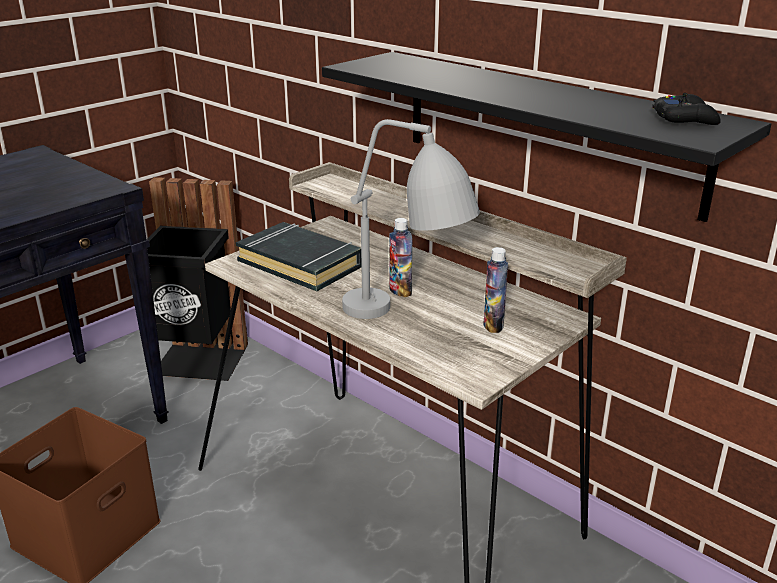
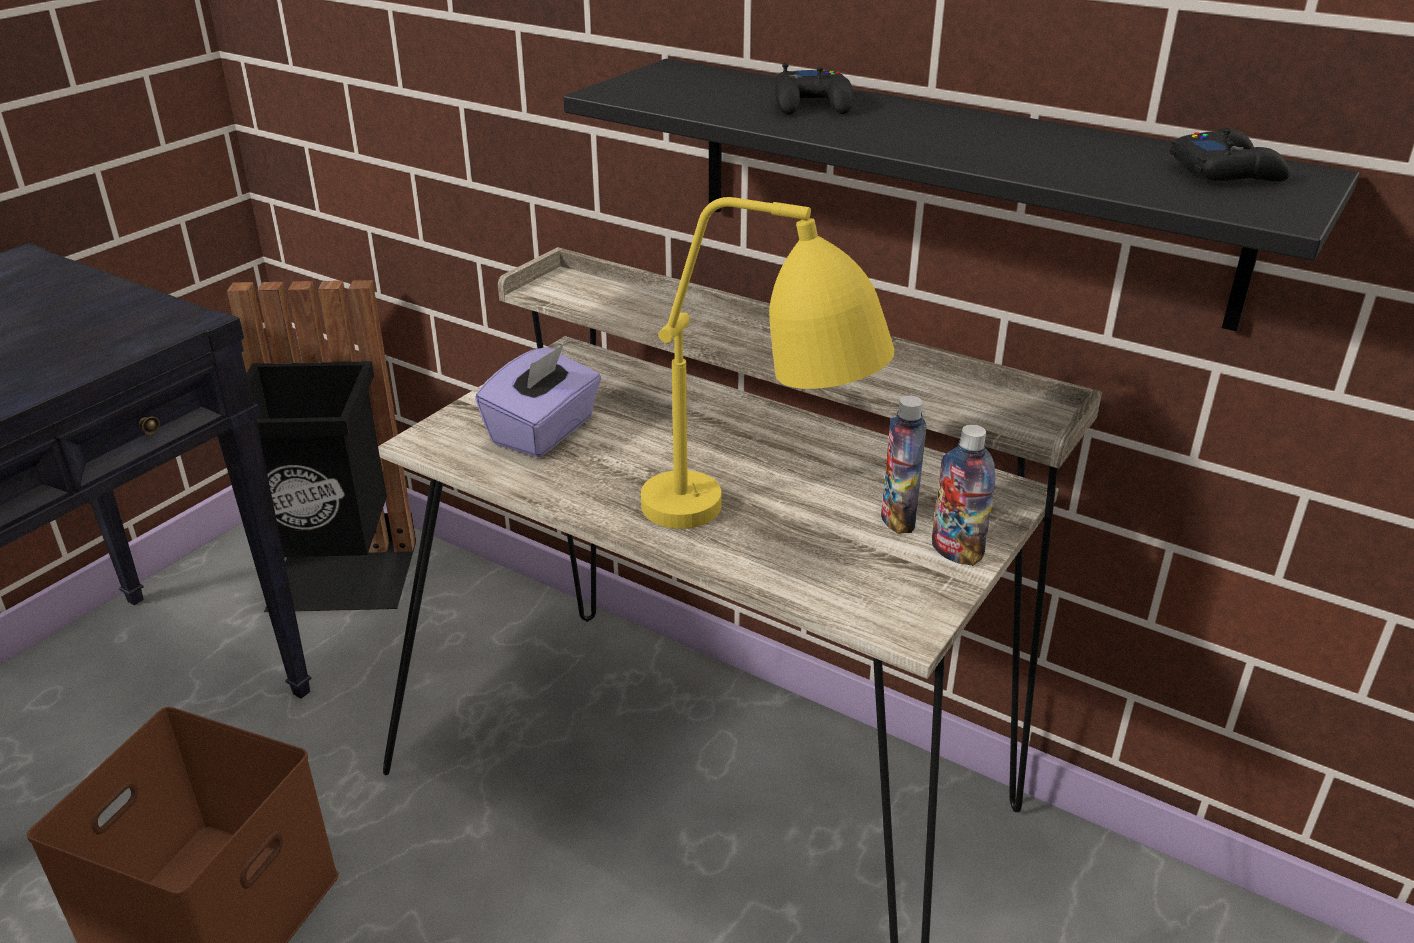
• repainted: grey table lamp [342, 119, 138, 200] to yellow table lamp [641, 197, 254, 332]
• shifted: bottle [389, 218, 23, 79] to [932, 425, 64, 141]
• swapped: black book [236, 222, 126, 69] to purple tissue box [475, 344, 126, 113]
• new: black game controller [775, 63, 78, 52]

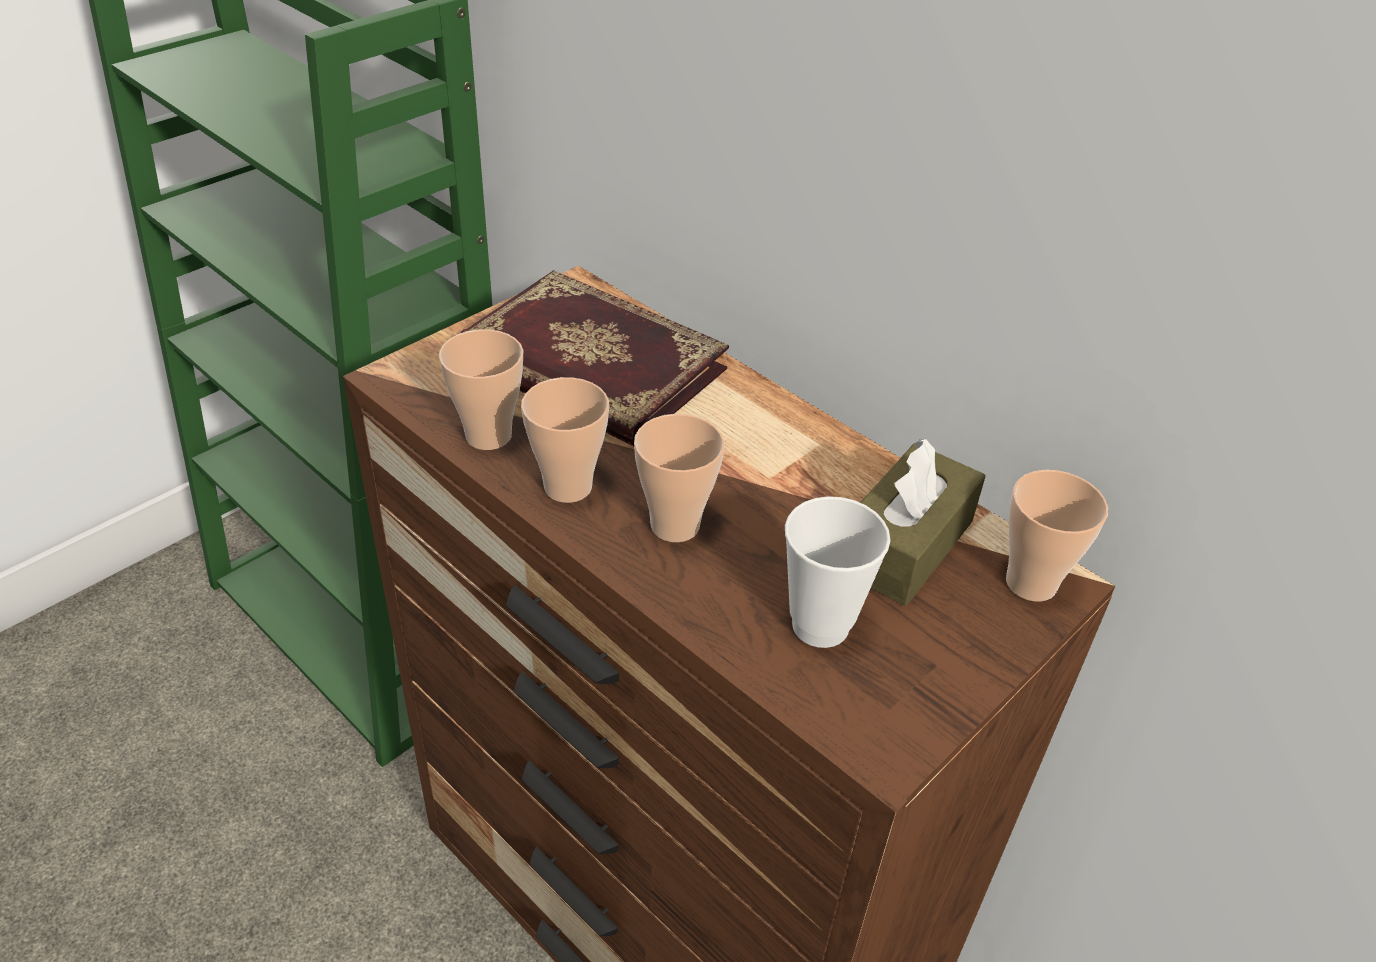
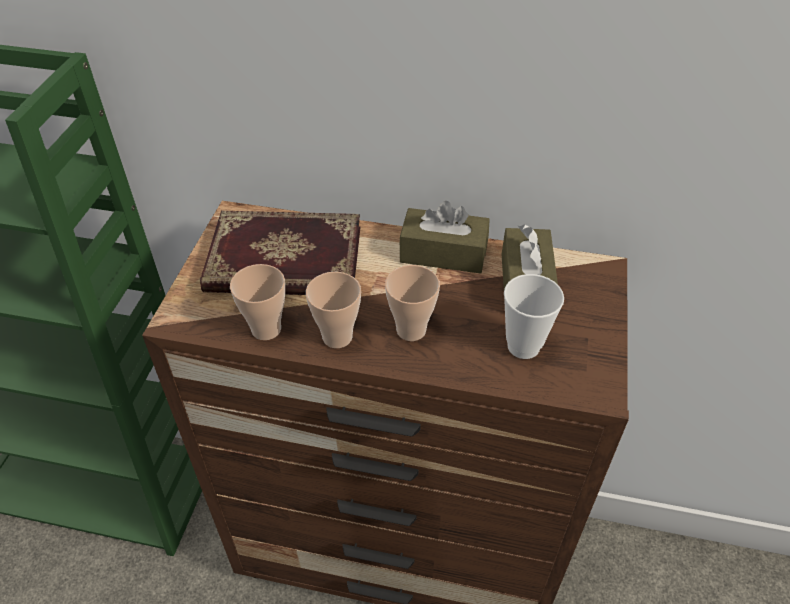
• gone: cup [1006, 470, 102, 132]
• new: brown tissue box [399, 201, 91, 73]

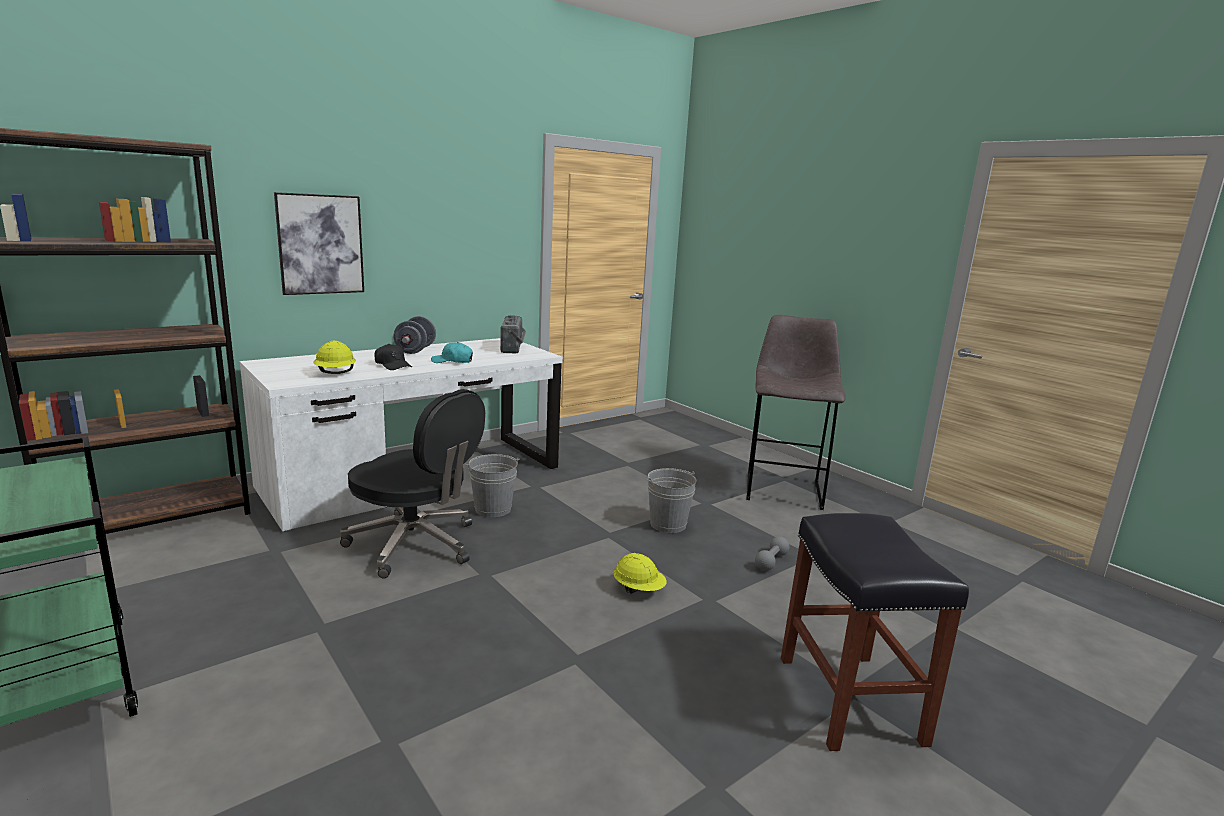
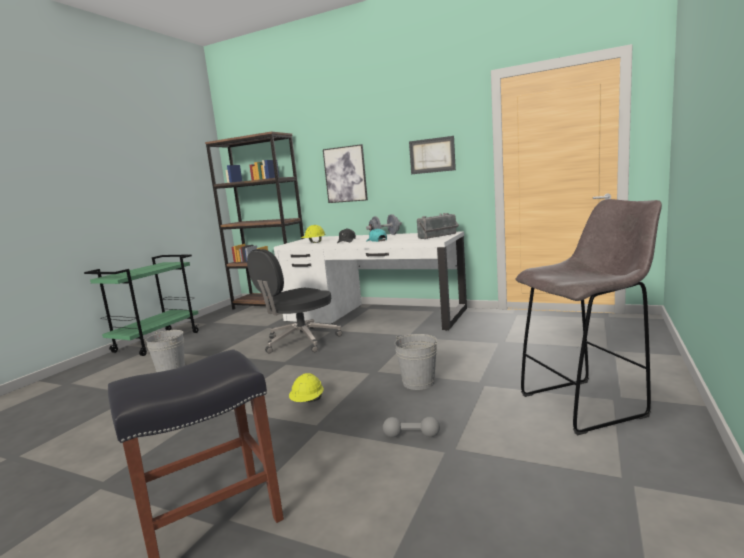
• rotated: black office chair [340, 389, 145, 189] = [247, 249, 95, 105] 45 degrees clockwise
• shifted: grey bucket [465, 454, 54, 63] to [145, 330, 40, 42]
• new: picture [409, 136, 47, 38]

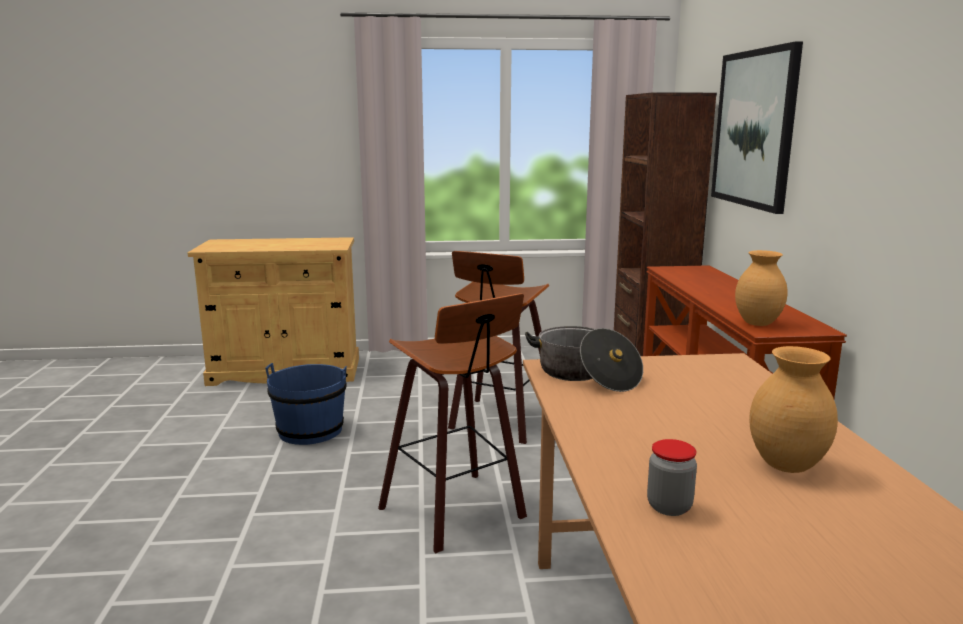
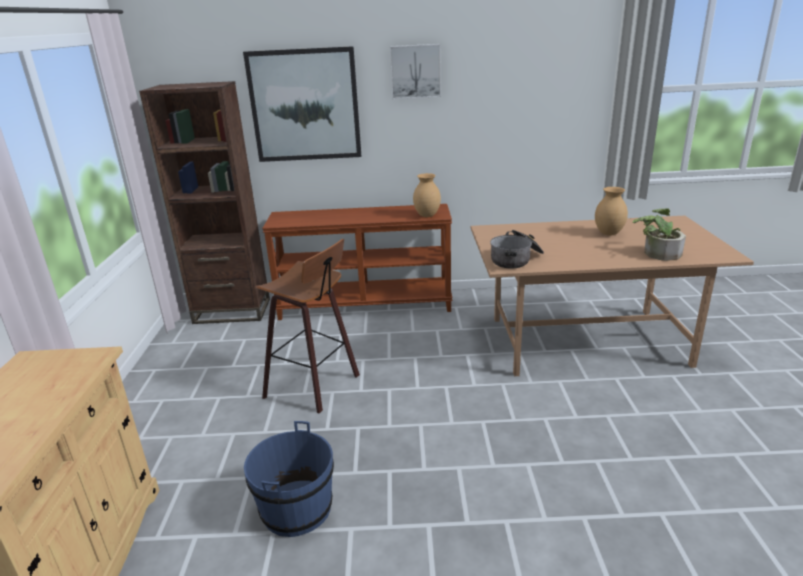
• gone: stool [378, 293, 149, 260]
• swapped: jar [647, 439, 50, 77] to potted plant [633, 208, 53, 53]
• new: picture [390, 44, 51, 55]

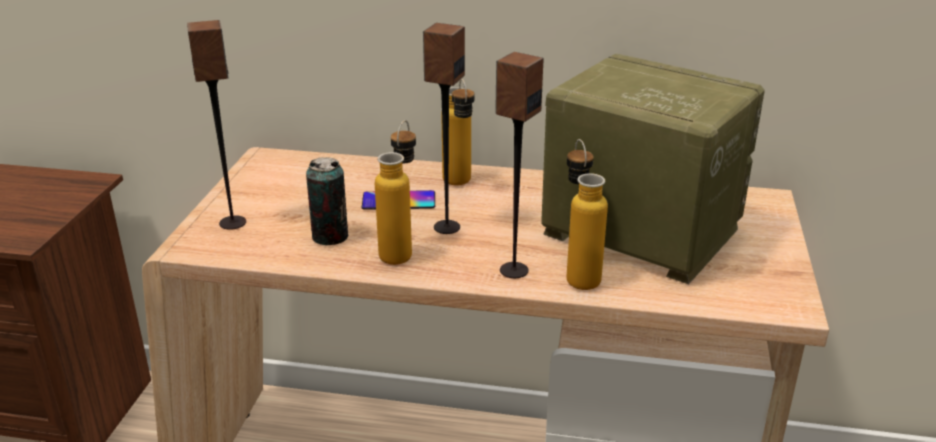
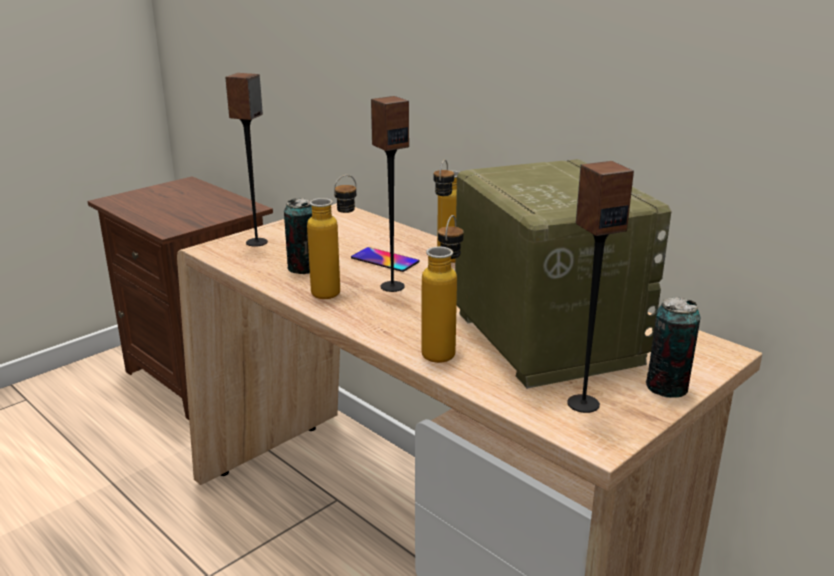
• shifted: speaker [495, 52, 48, 226] to [567, 161, 67, 252]
• new: can [646, 297, 54, 101]

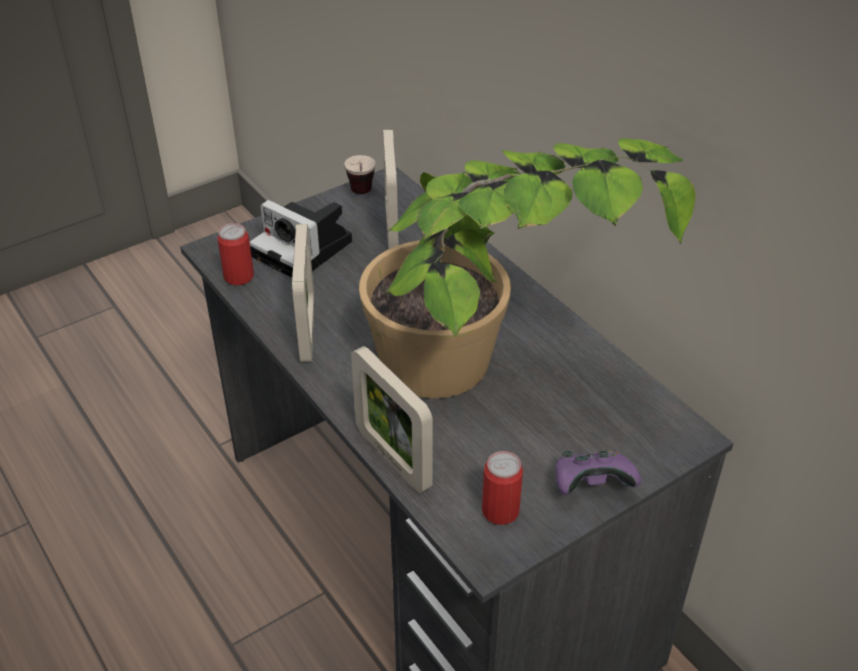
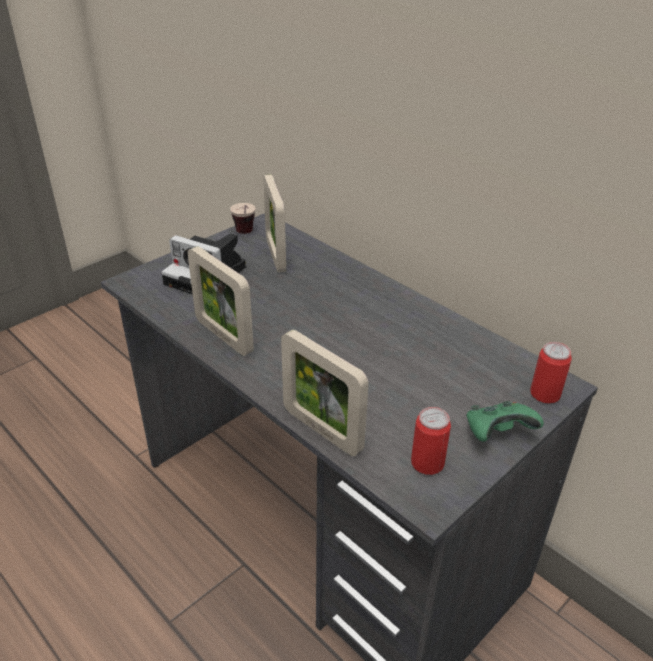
• gone: potted plant [359, 138, 337, 260]
• shifted: can [218, 223, 36, 62] to [530, 342, 42, 61]
• rotated: picture frame [292, 224, 23, 139] = [188, 246, 66, 110] 150 degrees clockwise
• repainted: purple game controller [556, 451, 85, 44] to green game controller [466, 401, 78, 40]

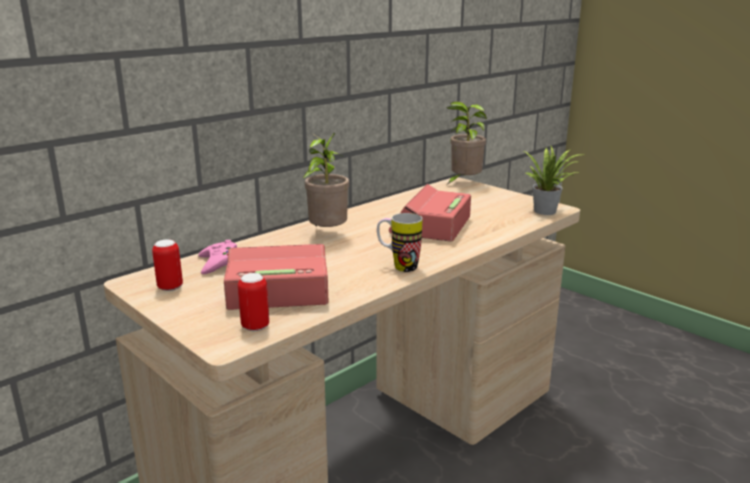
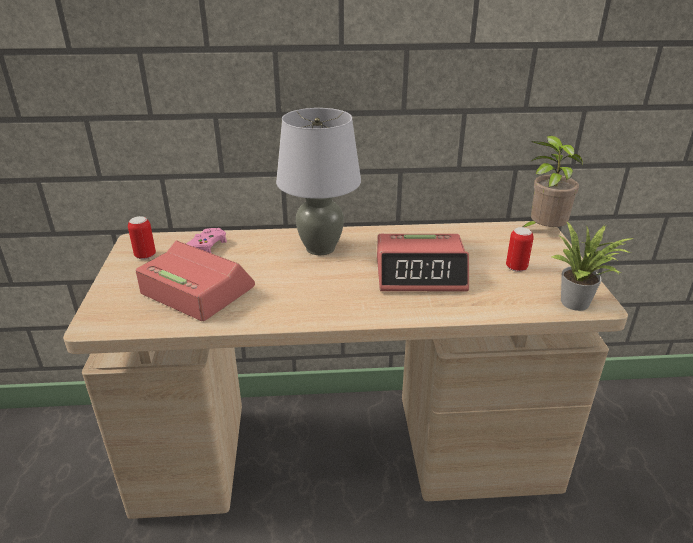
• swapped: potted plant [303, 132, 46, 95] to grey table lamp [276, 108, 85, 147]
• rotated: alarm clock [389, 184, 82, 58] = [377, 234, 92, 57] 150 degrees counterclockwise
• gone: mug [377, 213, 45, 59]
• shifted: can [238, 273, 31, 58] to [506, 227, 28, 45]

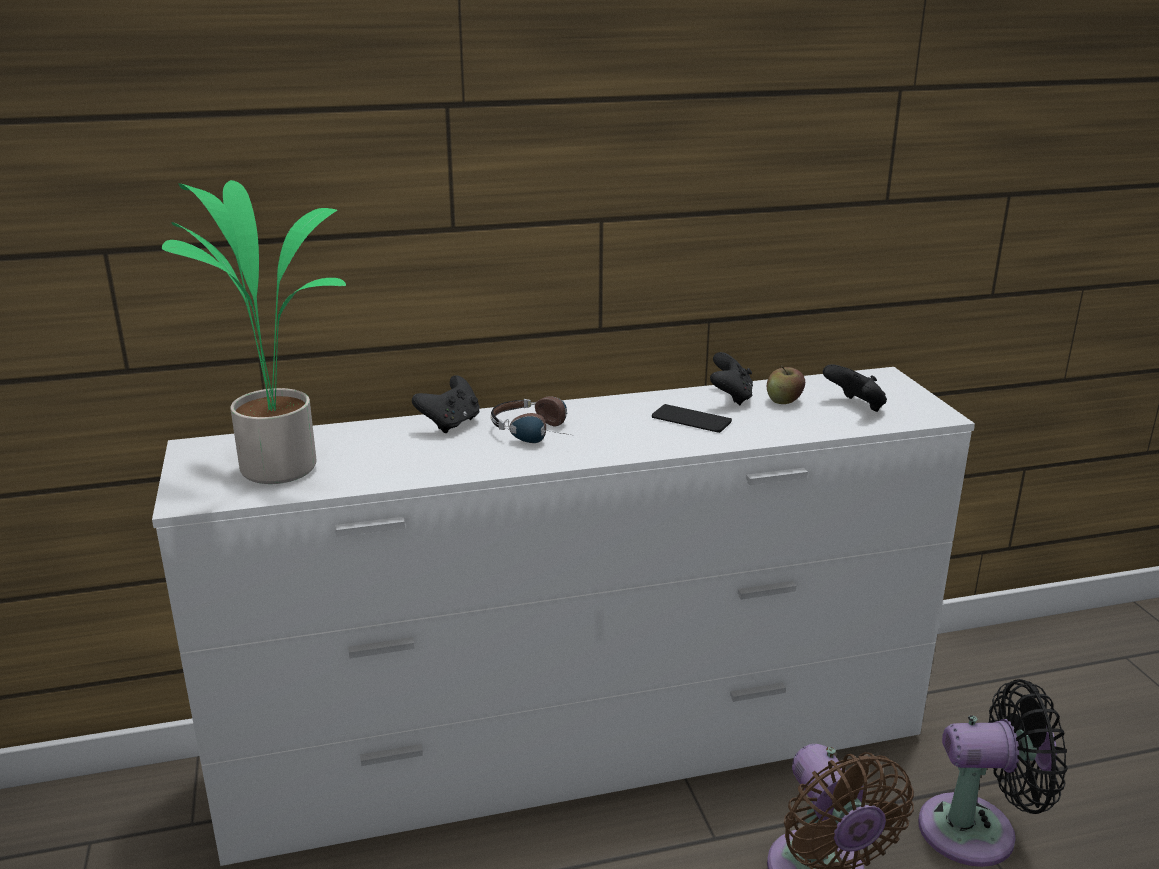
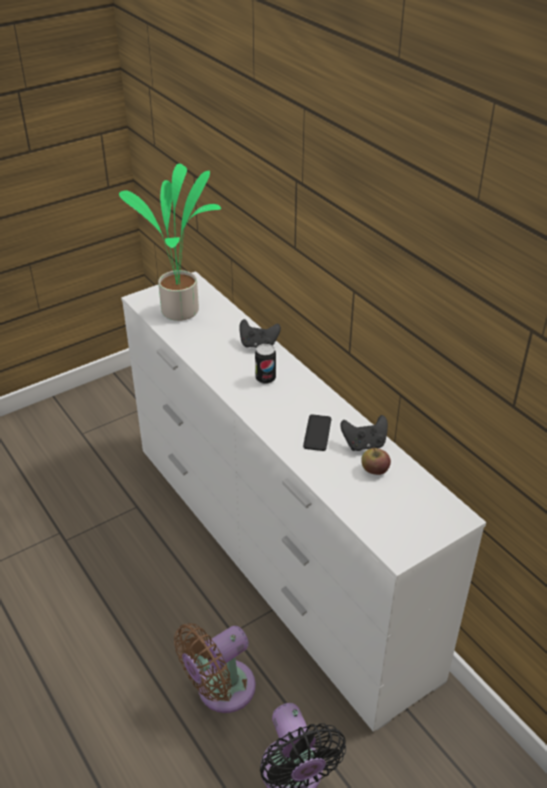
• gone: black game controller [823, 364, 64, 48]
• swapped: headphones [491, 396, 84, 47] to can [255, 344, 21, 40]

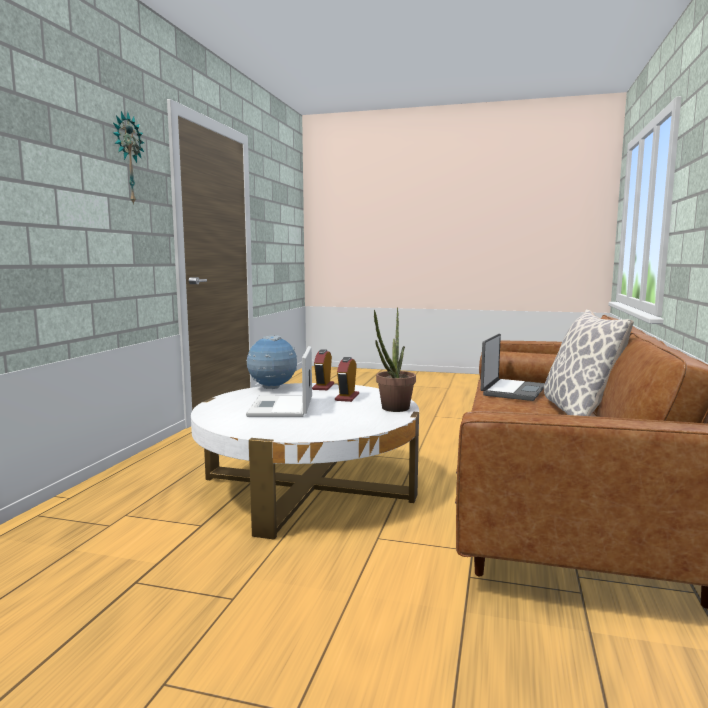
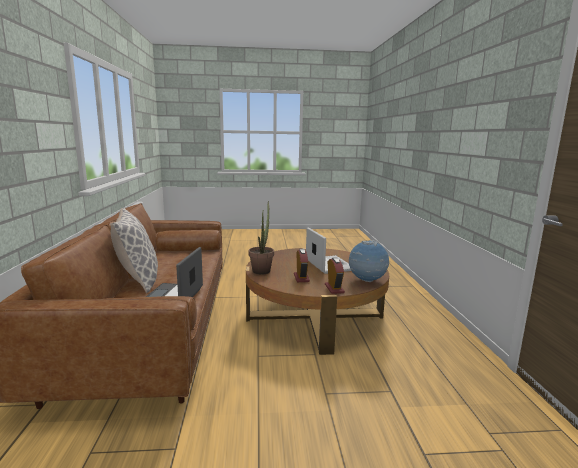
• gone: wall clock [113, 111, 31, 94]
• repainted: white coffee table [191, 383, 228, 157] to brown coffee table [246, 248, 143, 107]

